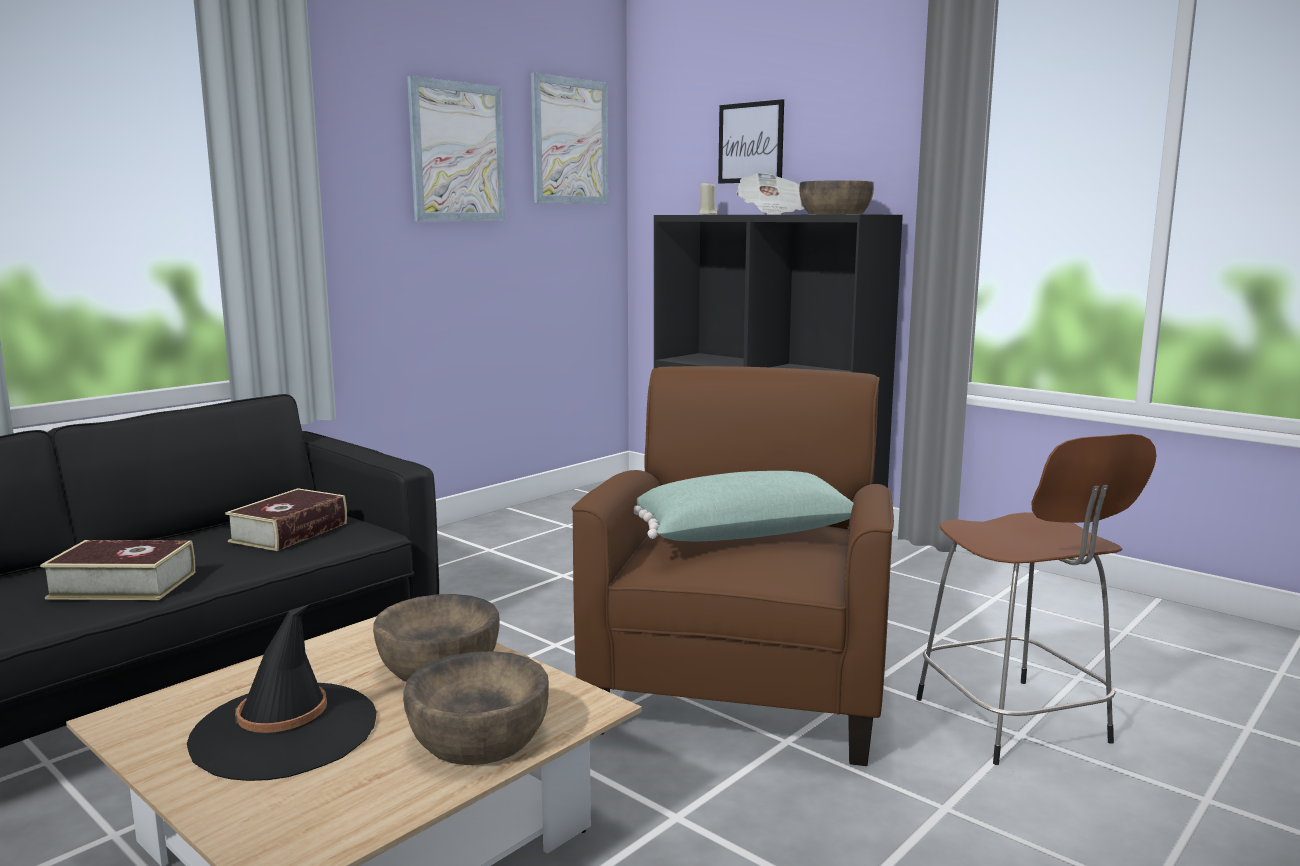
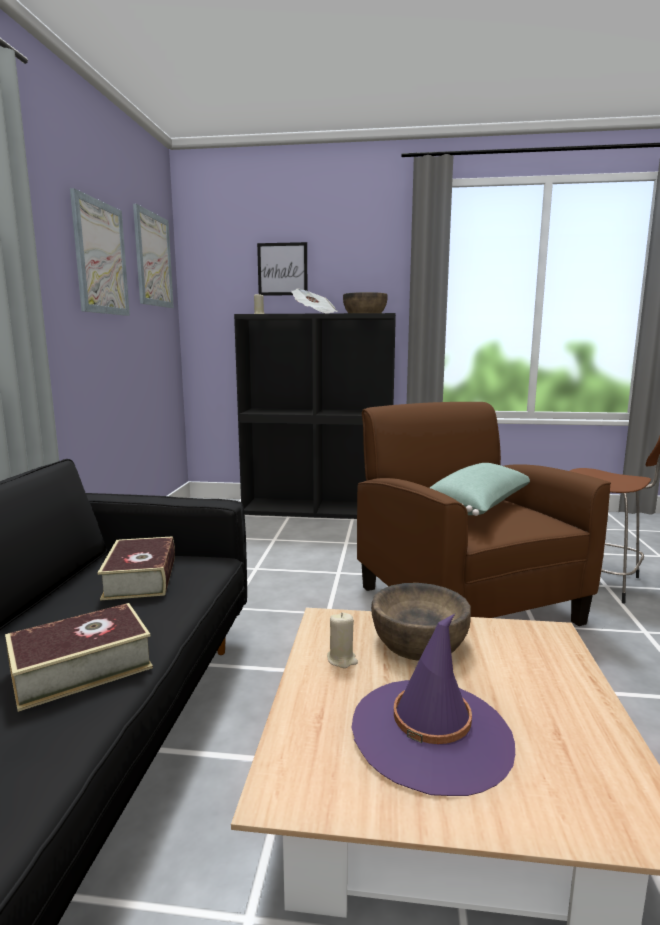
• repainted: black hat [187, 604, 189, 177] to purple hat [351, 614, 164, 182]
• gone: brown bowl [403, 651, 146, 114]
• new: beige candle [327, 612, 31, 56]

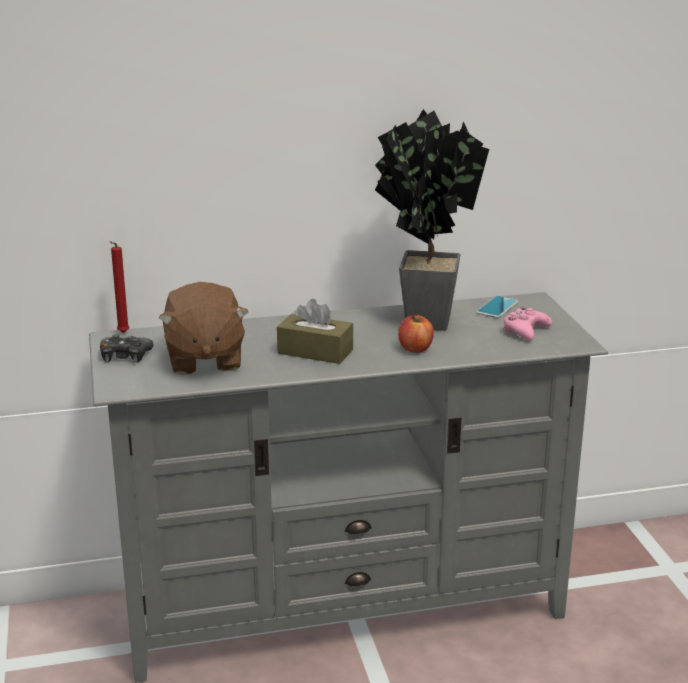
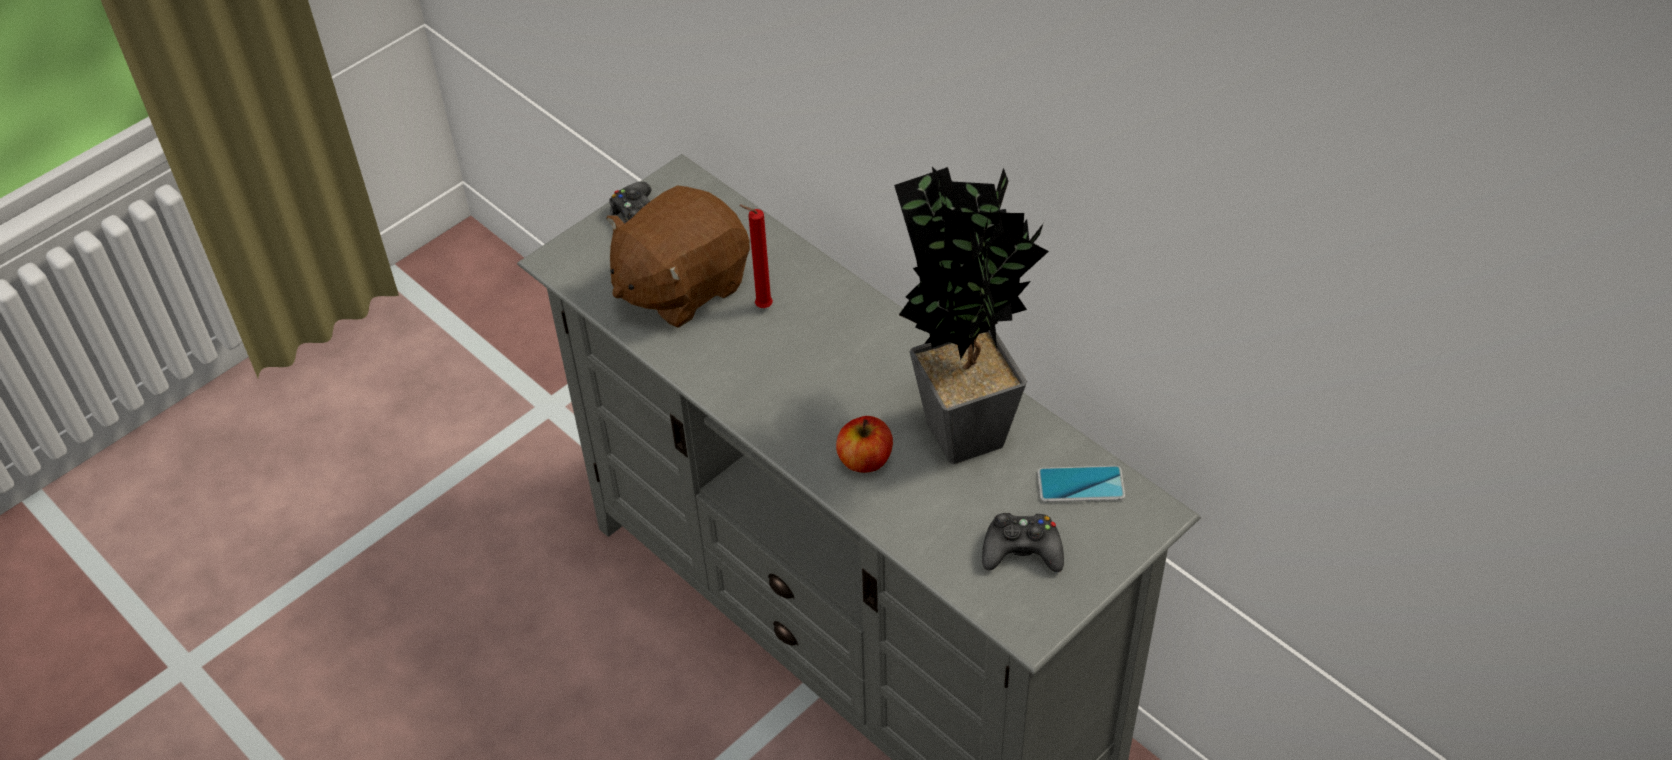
• shifted: red candle [110, 241, 19, 92] to [739, 205, 34, 103]
• gone: brown tissue box [277, 299, 76, 65]
• repainted: pink game controller [503, 308, 49, 32] to black game controller [982, 513, 82, 59]

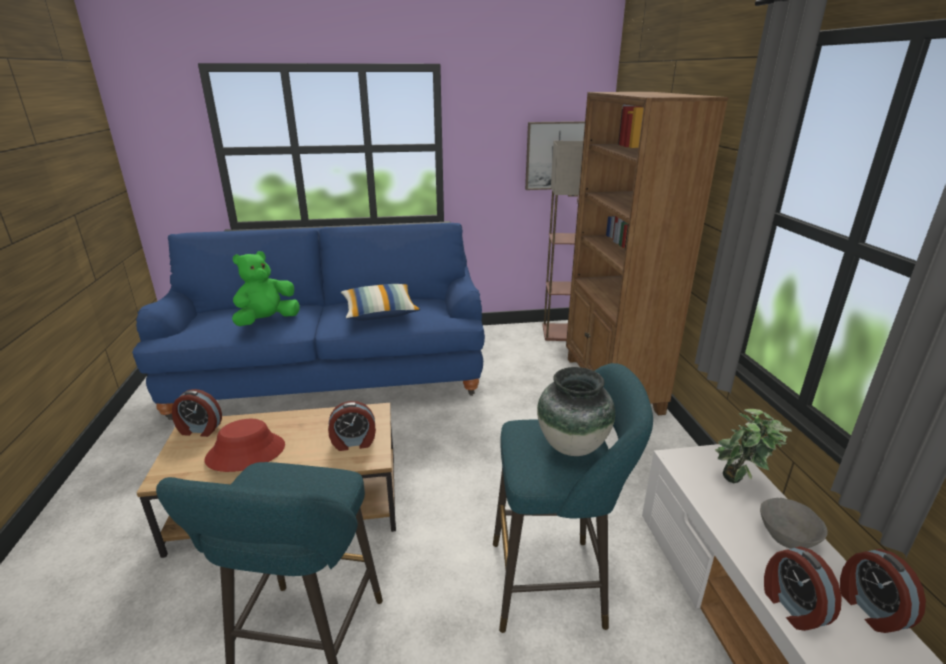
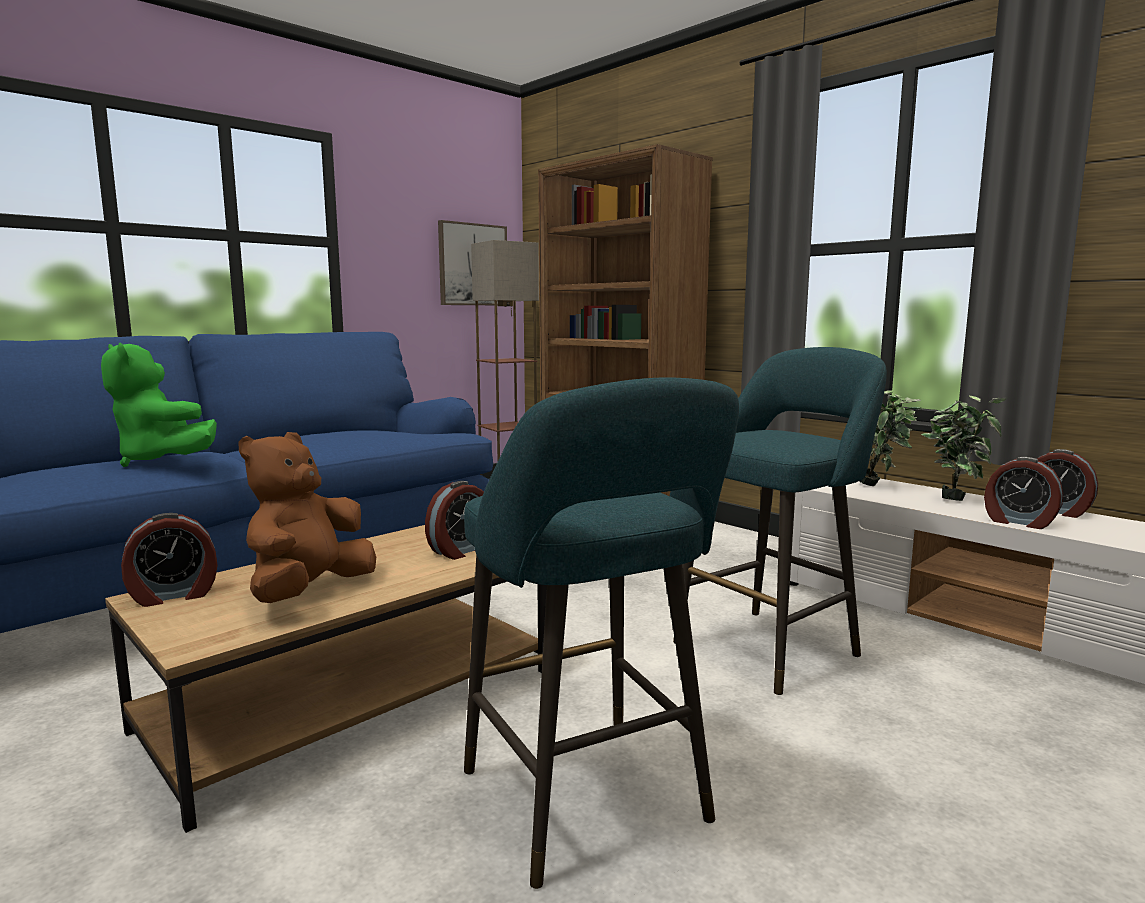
• rotated: green plush toy [232, 251, 68, 75] = [101, 343, 116, 124] 60 degrees counterclockwise
• gone: pillow [341, 284, 79, 36]
• gone: vase [537, 367, 78, 89]
• swapped: red hat [204, 419, 81, 53] to brown plush toy [238, 432, 138, 171]
• swapped: grey bowl [760, 498, 68, 51] to potted plant [921, 396, 86, 105]

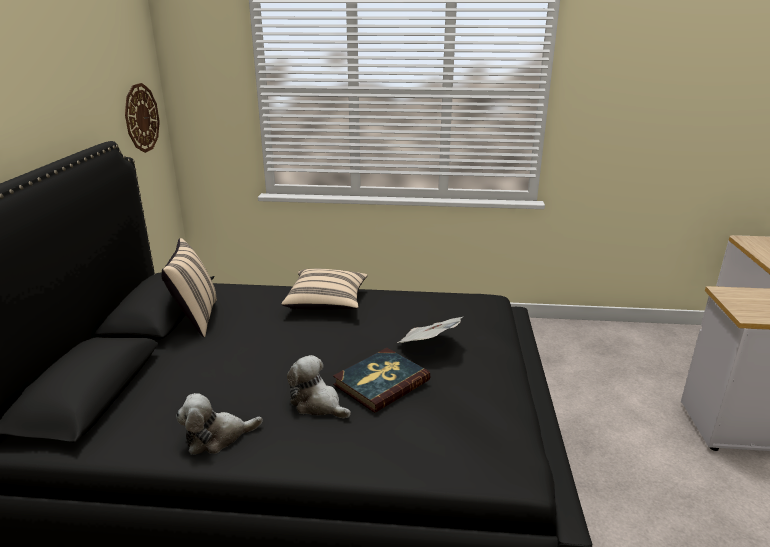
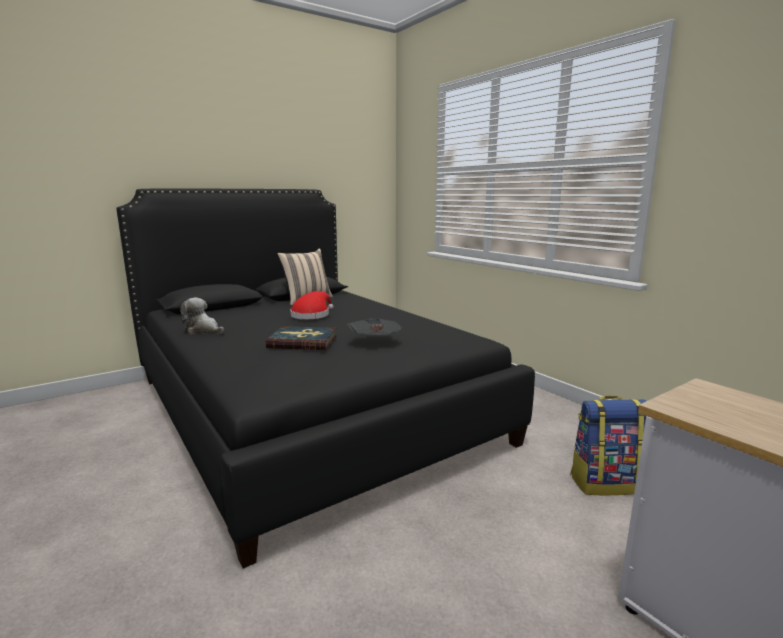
• gone: wall clock [125, 83, 35, 70]
• gone: beige pillow [281, 269, 87, 41]
• gone: plush toy [287, 355, 64, 64]
• new: red hat [290, 291, 44, 28]
• new: backpack [570, 396, 76, 100]

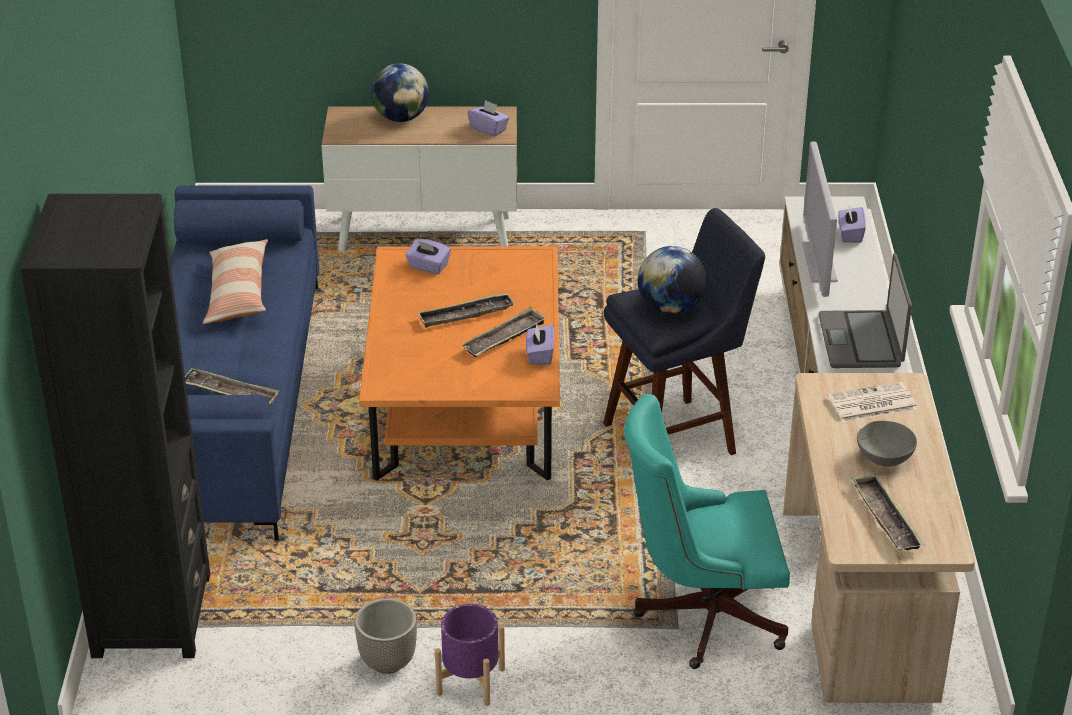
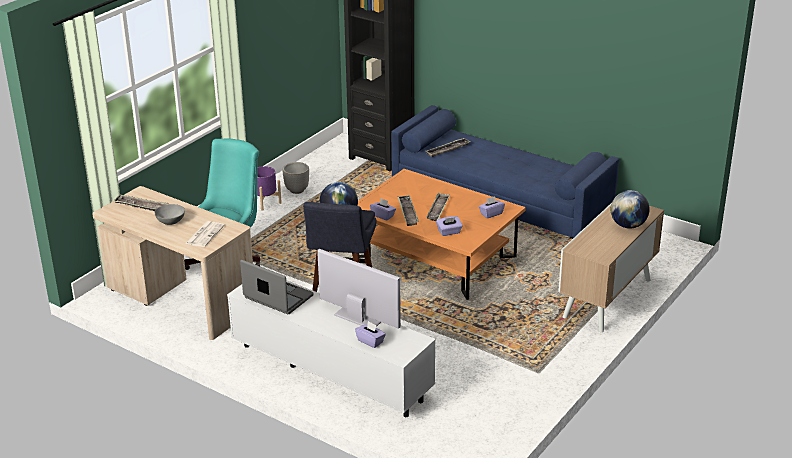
• shifted: purple tissue box [467, 100, 42, 37] to [436, 216, 27, 20]
• gone: pillow [203, 239, 65, 85]

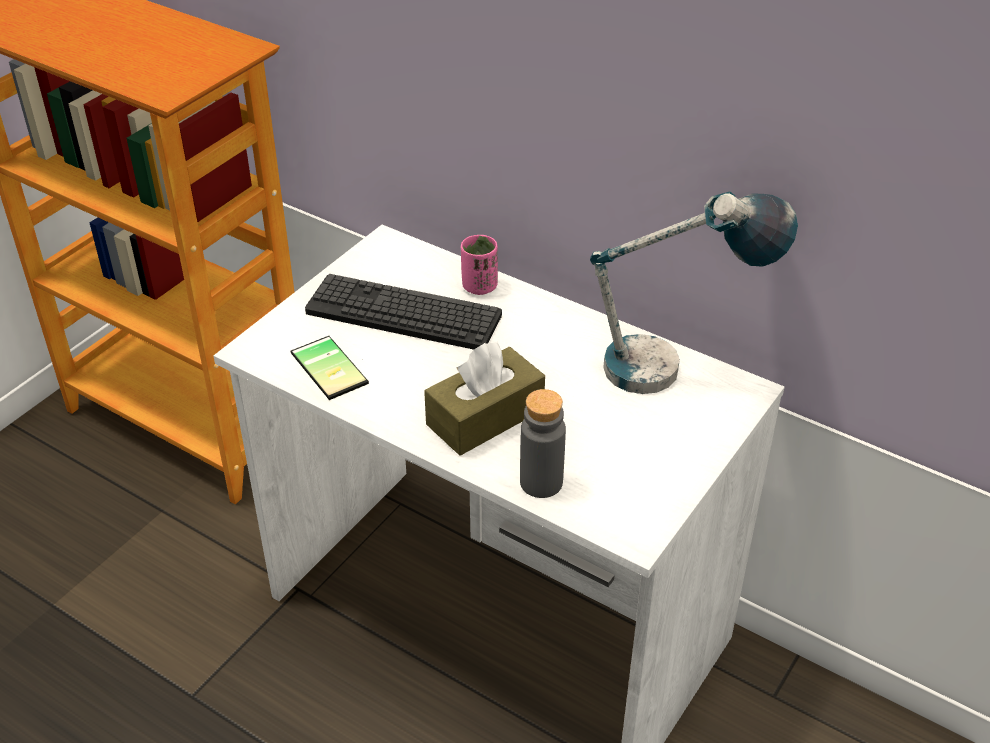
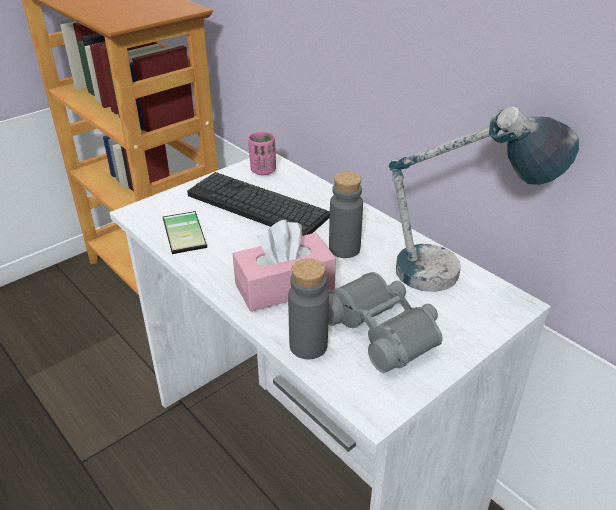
• shifted: pink cup [461, 235, 37, 60] to [248, 132, 28, 43]
• repainted: brown tissue box [424, 342, 121, 114] to pink tissue box [233, 220, 103, 92]
• new: grey bottle [329, 172, 34, 86]
• new: grey binoculars [328, 272, 114, 101]

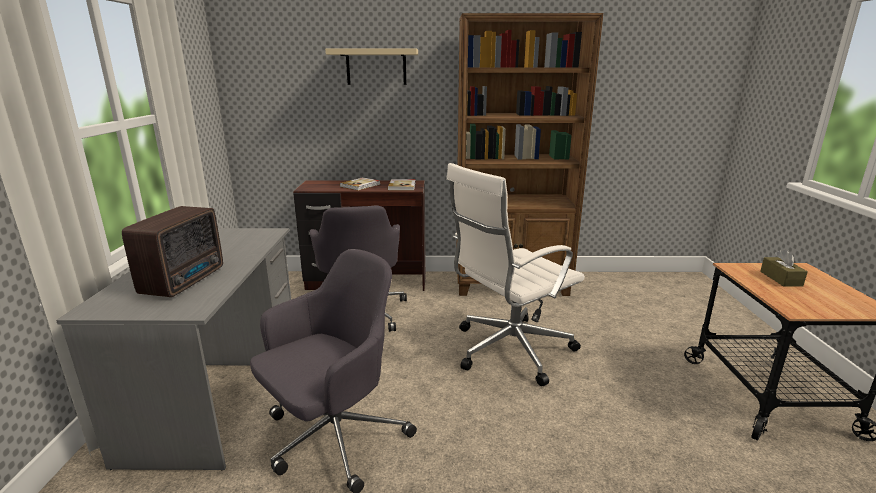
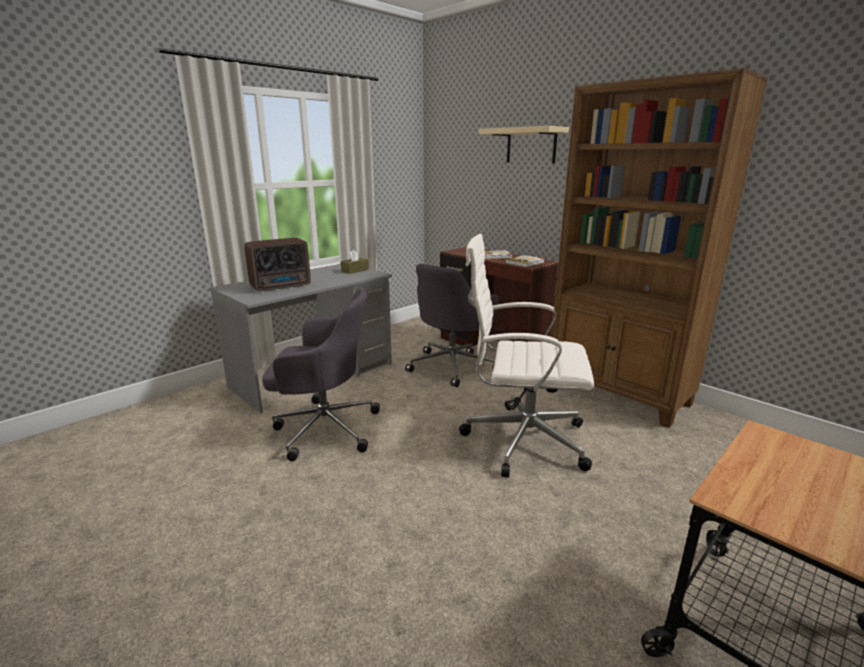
• shifted: brown tissue box [760, 249, 48, 38] to [341, 250, 28, 24]

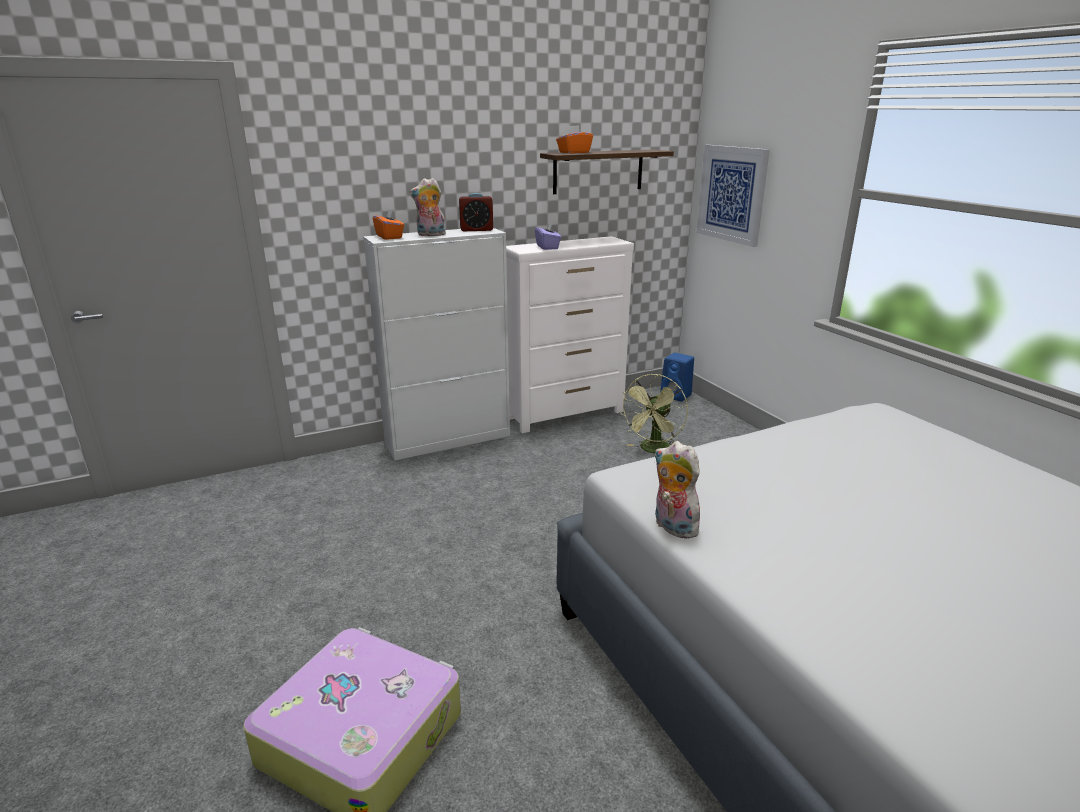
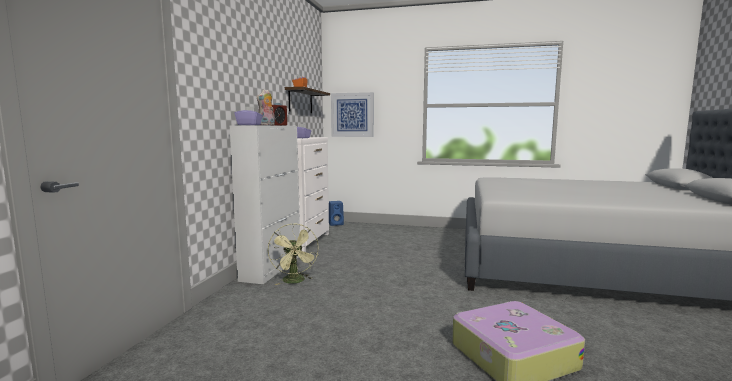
• repainted: orange tissue box [373, 208, 31, 32] to purple tissue box [235, 106, 28, 19]
• shifted: green fan [619, 374, 69, 79] to [268, 223, 51, 62]
• gone: plush toy [655, 441, 49, 98]

